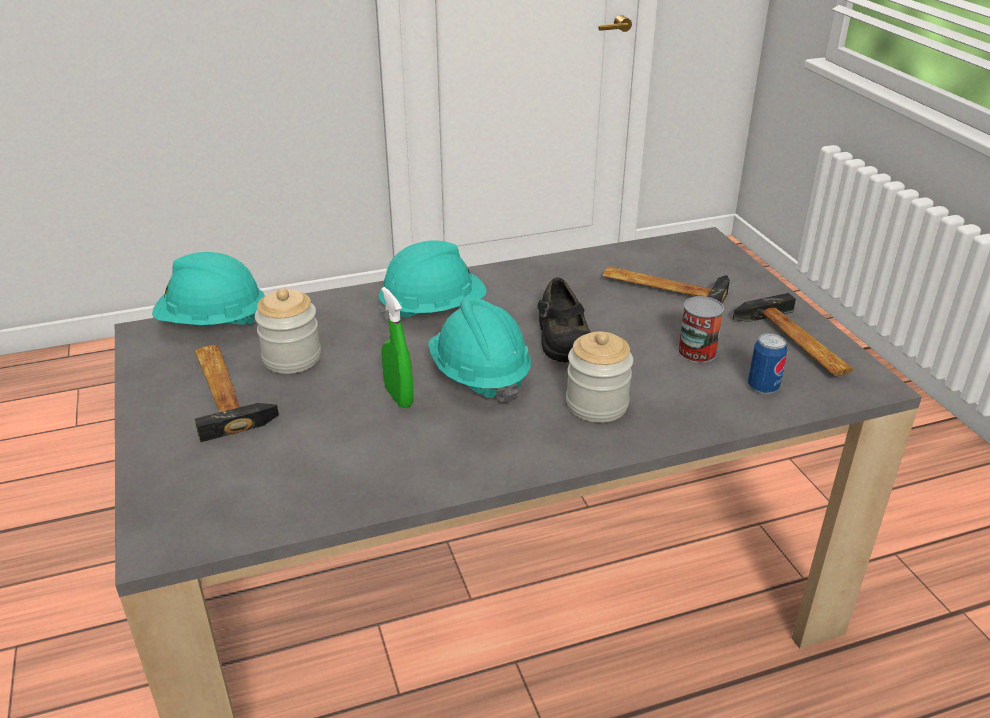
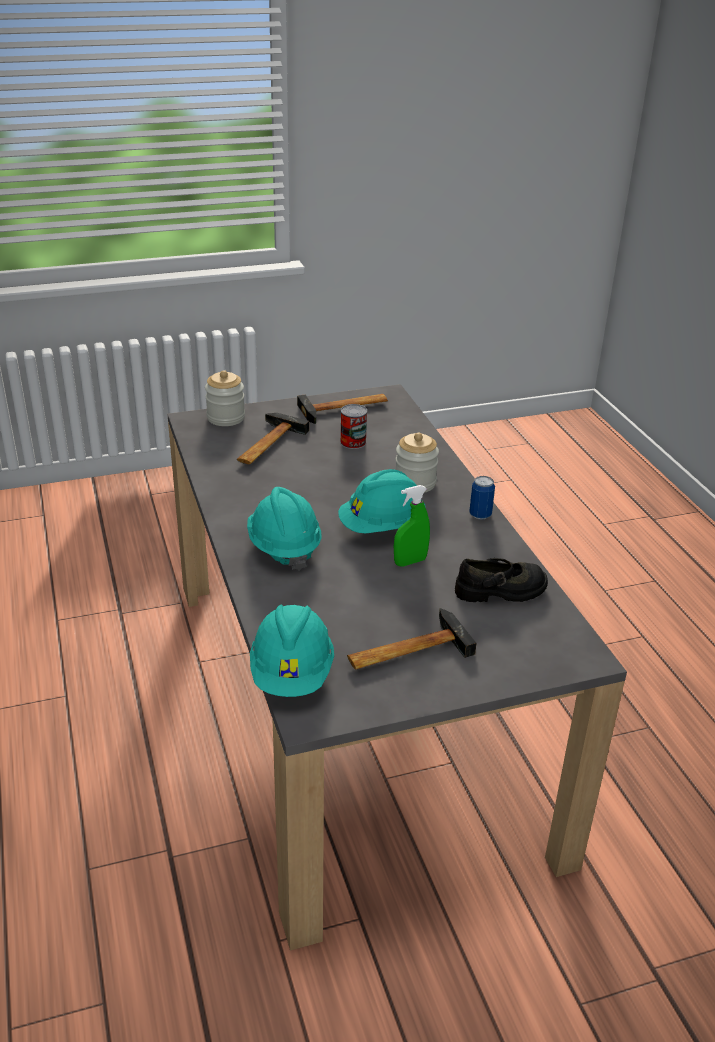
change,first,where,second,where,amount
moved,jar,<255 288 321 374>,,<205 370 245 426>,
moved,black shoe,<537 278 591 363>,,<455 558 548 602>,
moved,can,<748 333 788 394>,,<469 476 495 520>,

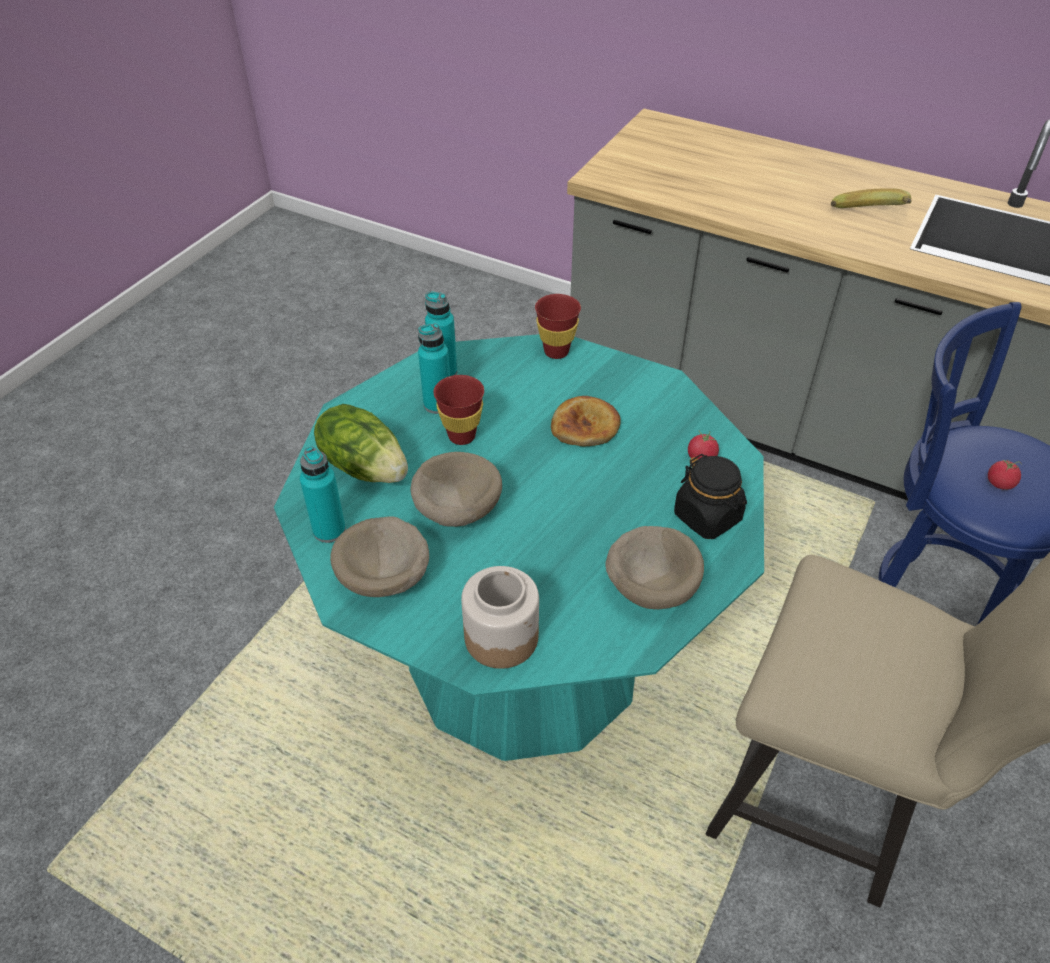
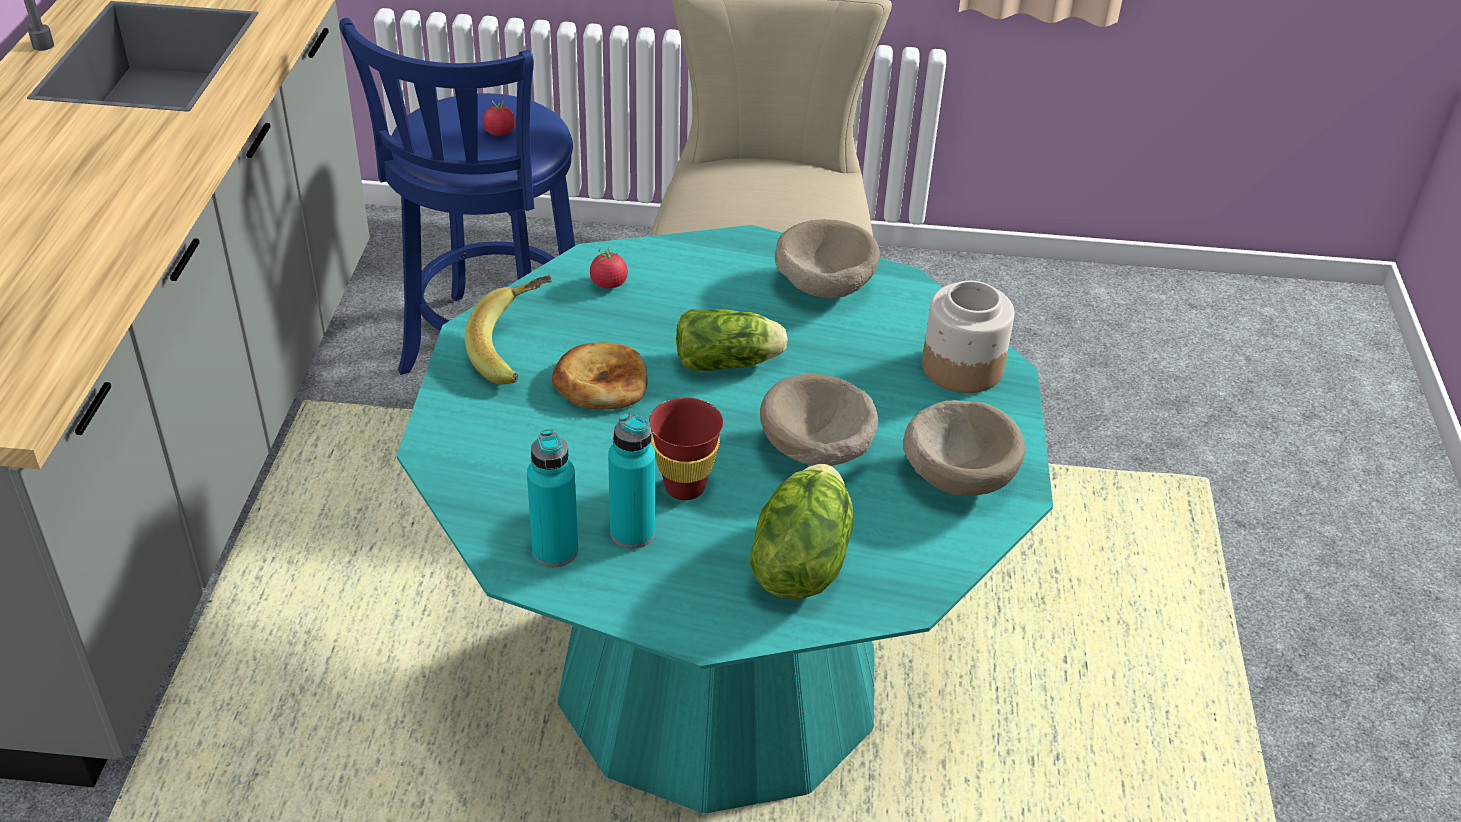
change,first,where,second,where,amount
removed,turquoise bottle,<300 447 346 543>,,,
removed,red cup,<535 294 581 359>,,,
removed,black jar,<674 454 747 539>,,,
moved,banana,<831 188 912 208>,,<465 275 552 384>,
added,,,lettuce,<676 309 788 371>,

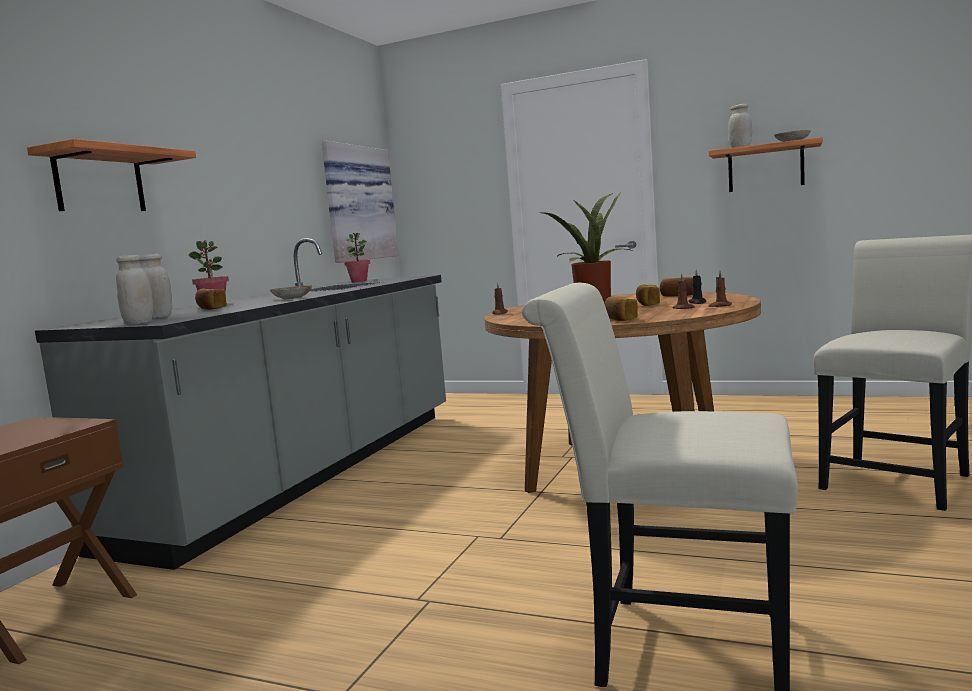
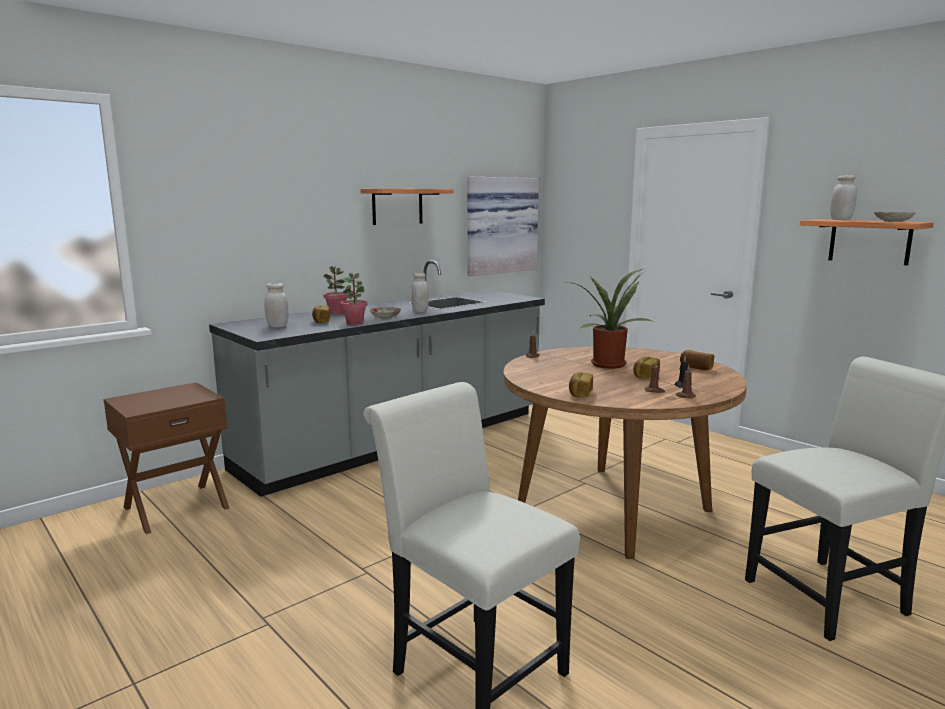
change,first,where,second,where,amount
moved,shelf,<27 139 196 211>,,<361 189 454 225>,
moved,white jar,<116 255 153 325>,,<411 272 429 312>,
moved,potted plant,<344 233 370 282>,,<340 273 368 325>,

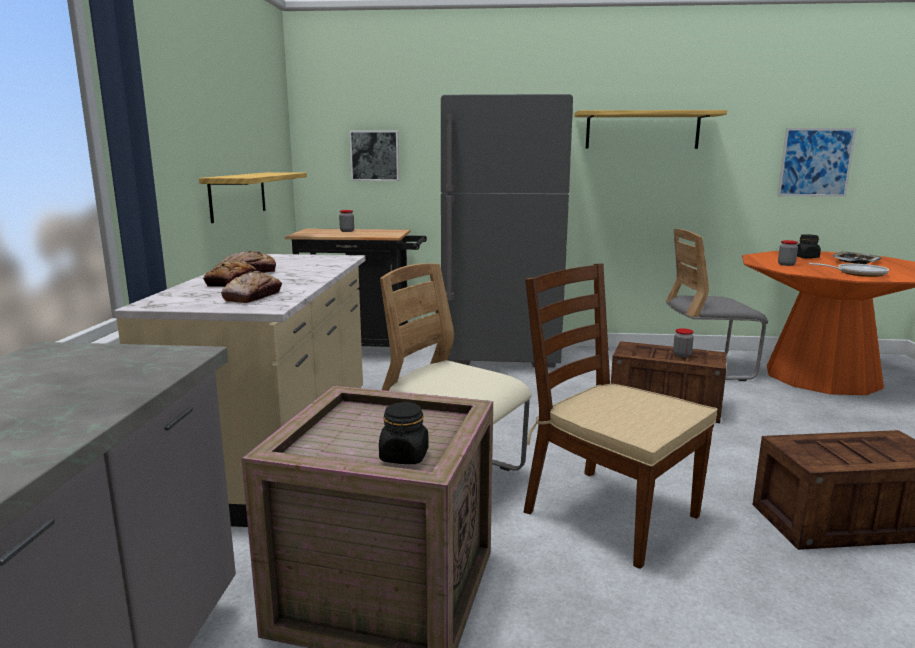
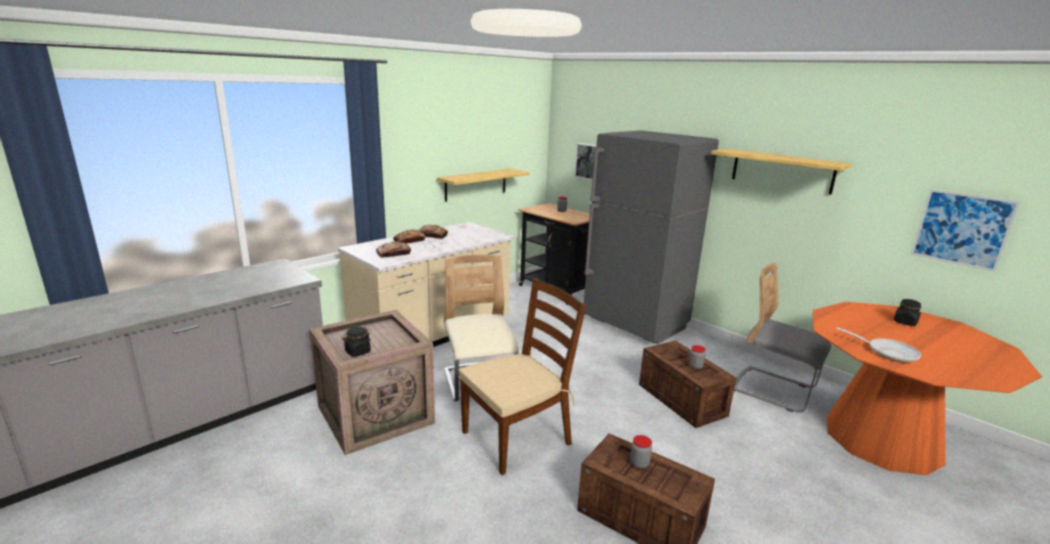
change,first,where,second,where,amount
turned,brown chair,<523 263 718 569>,,<459 278 586 475>,60 degrees clockwise
moved,jar,<778 240 798 266>,,<630 435 652 469>,
removed,tray,<832 251 881 264>,,,

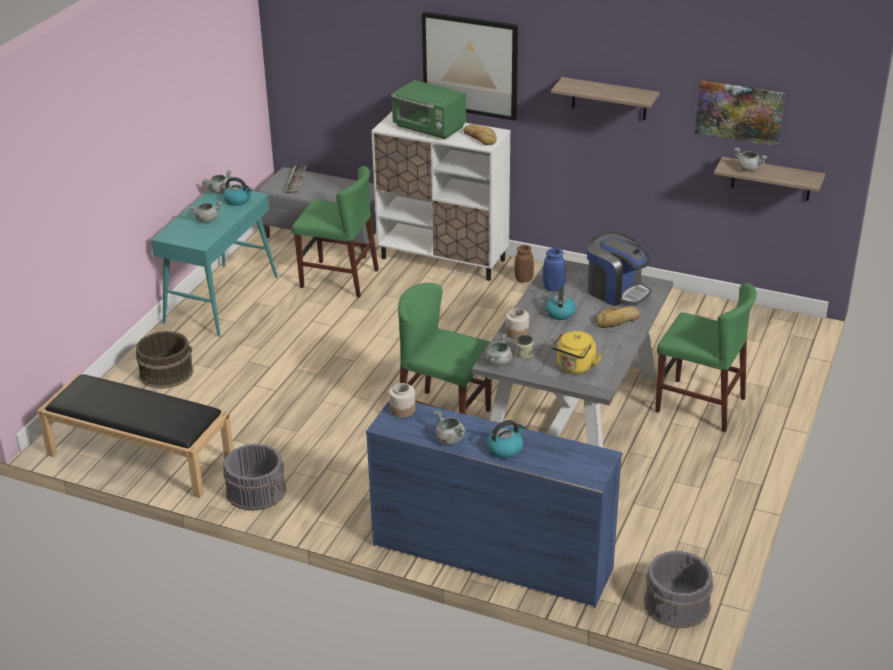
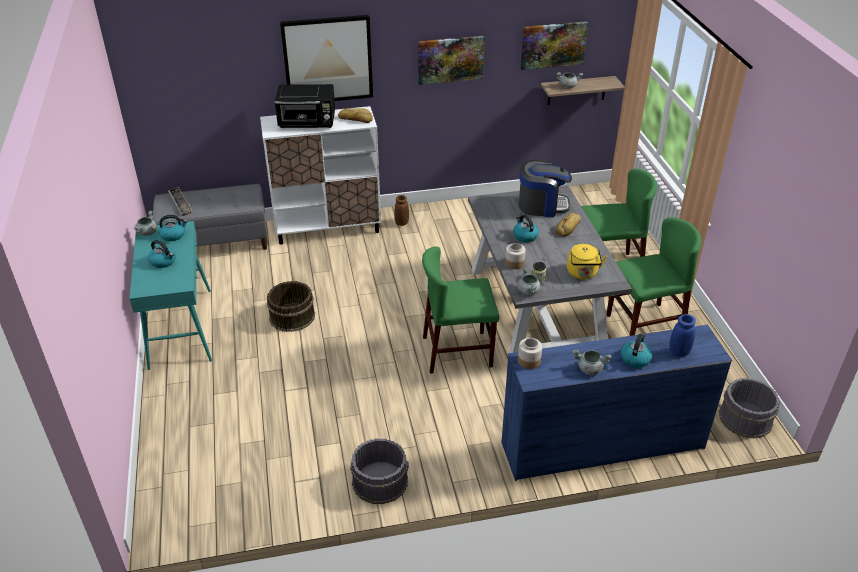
change,first,where,second,where,amount
removed,black bench,<37 374 234 498>,,,
moved,brown bucket,<136 331 193 389>,,<267 281 315 332>,
replaced,grey cooking pot,<189 201 222 223>,kettle,<148 240 176 268>,
moved,green chair,<292 166 379 298>,,<606 217 701 336>,
recoloured,green microwave,<391 80 466 139>,black microwave,<275 84 335 128>,
moved,blue vase,<542 248 566 291>,,<669 314 696 357>,
replaced,shelf,<551 77 660 120>,picture,<418 36 485 85>,

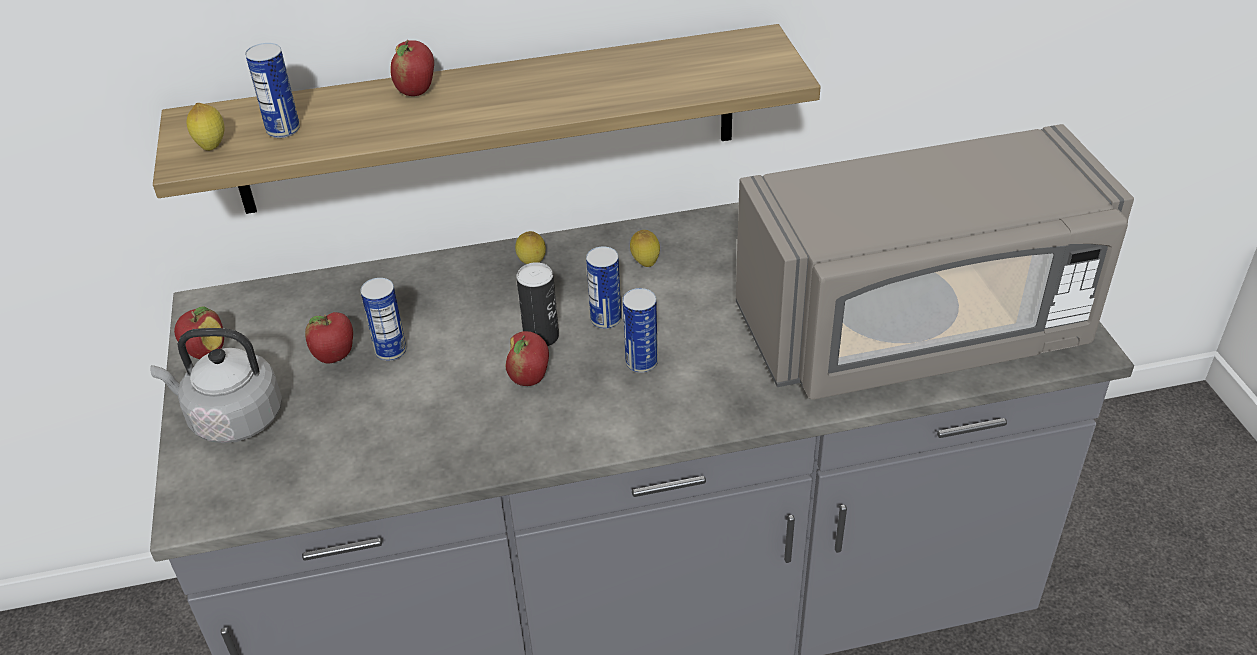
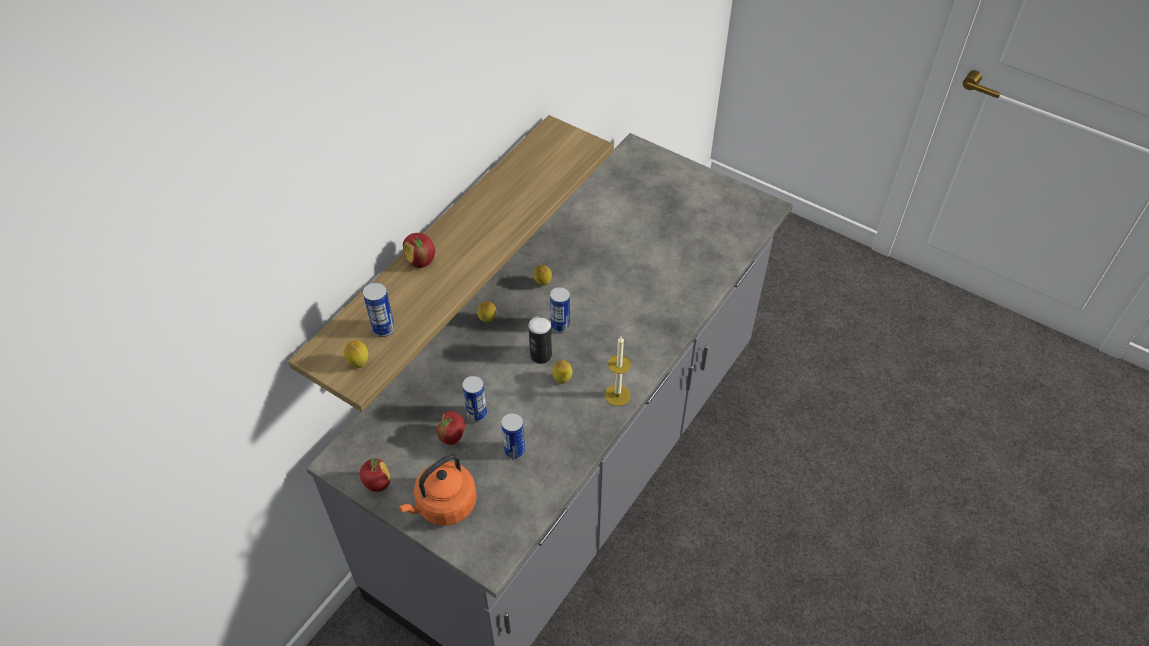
change,first,where,second,where,amount
recoloured,grey kettle,<150 328 282 443>,orange kettle,<399 454 477 526>,
replaced,apple,<506 331 549 386>,lemon,<552 360 572 384>,
moved,can,<623 288 658 373>,,<501 413 525 460>,
removed,grey microwave,<736 124 1134 400>,,,
added,,,candle,<605 336 631 406>,

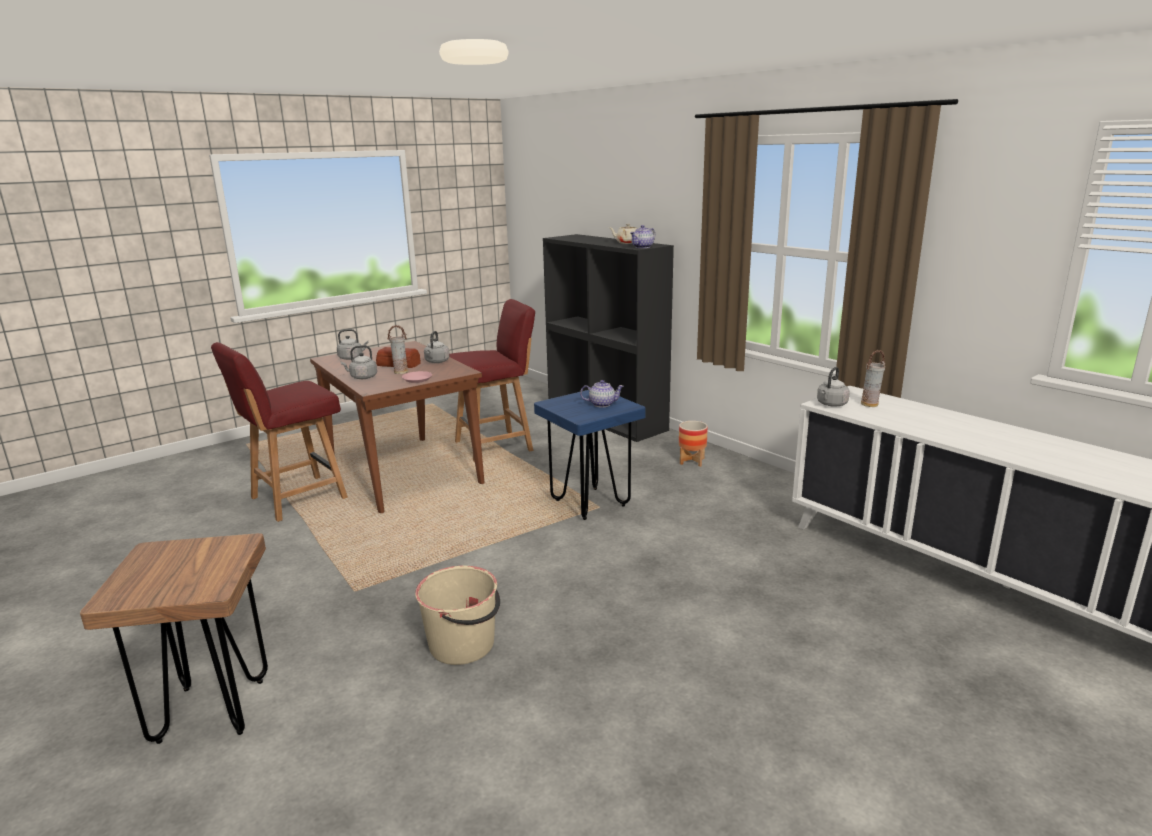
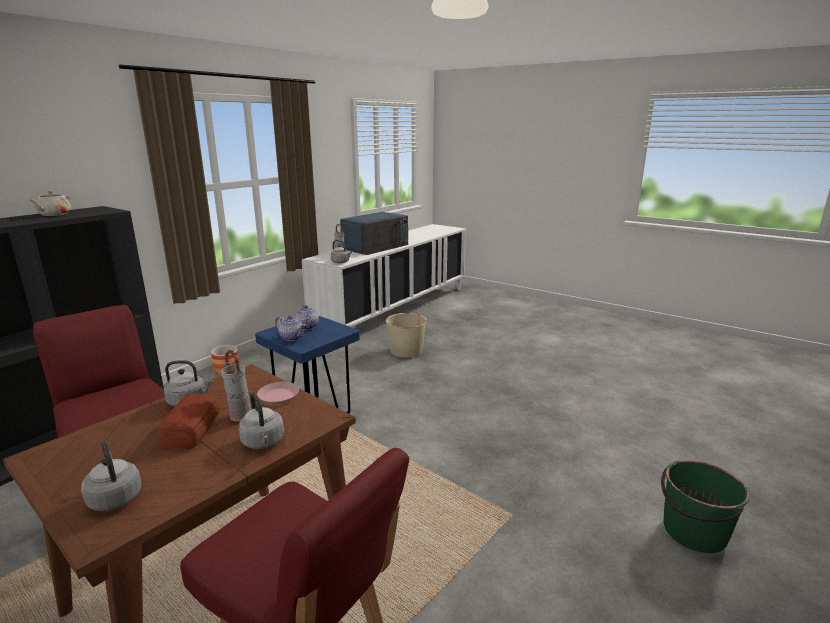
change,first,where,second,where,amount
replaced,brown stool,<80 533 268 744>,green bucket,<661 460 750 553>,
moved,beige bucket,<415 566 500 665>,,<384 313 428 358>,
moved,teapot,<630 225 655 248>,,<275 315 306 341>,
added,,,blue microwave,<340 212 408 255>,

